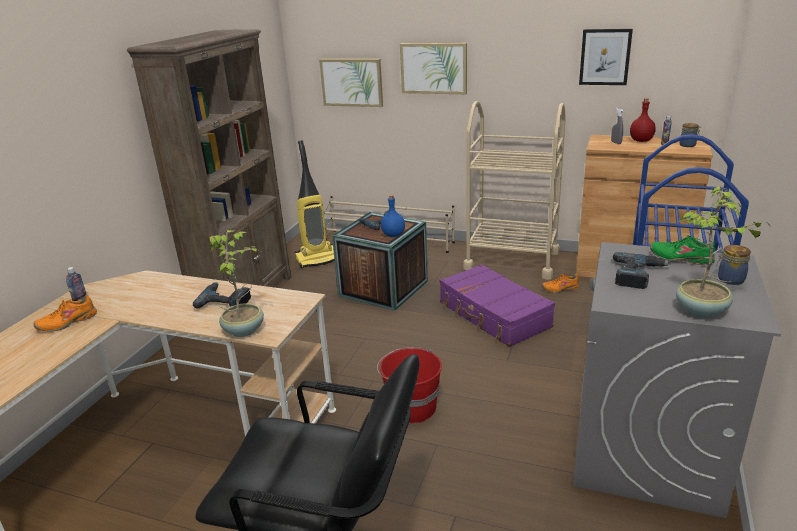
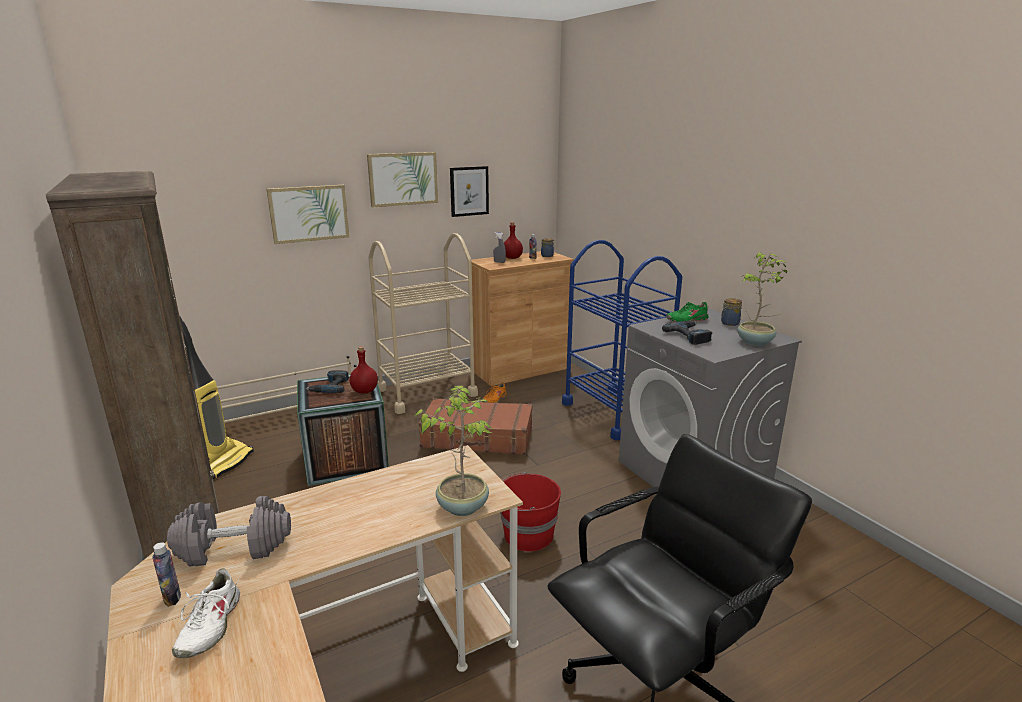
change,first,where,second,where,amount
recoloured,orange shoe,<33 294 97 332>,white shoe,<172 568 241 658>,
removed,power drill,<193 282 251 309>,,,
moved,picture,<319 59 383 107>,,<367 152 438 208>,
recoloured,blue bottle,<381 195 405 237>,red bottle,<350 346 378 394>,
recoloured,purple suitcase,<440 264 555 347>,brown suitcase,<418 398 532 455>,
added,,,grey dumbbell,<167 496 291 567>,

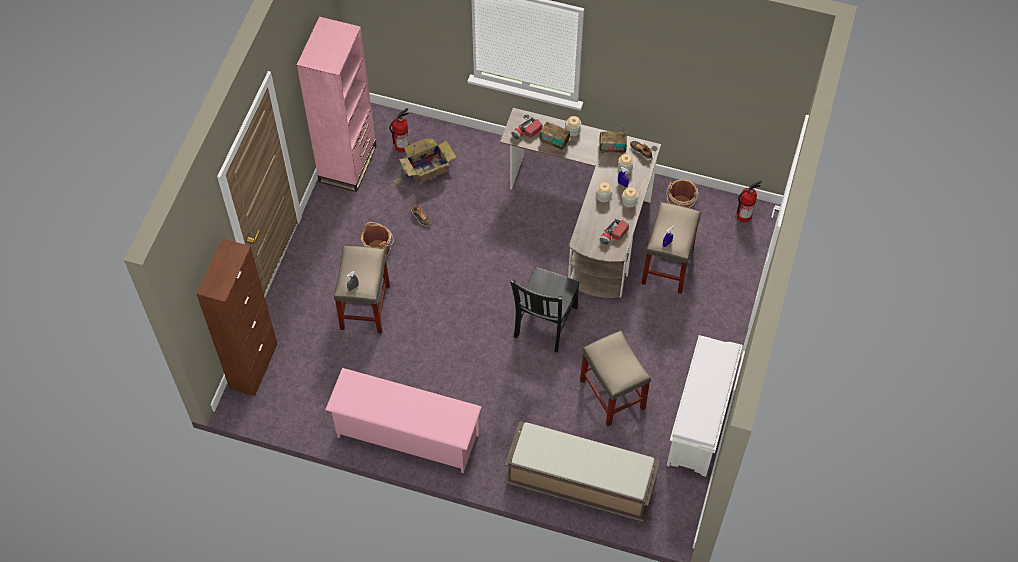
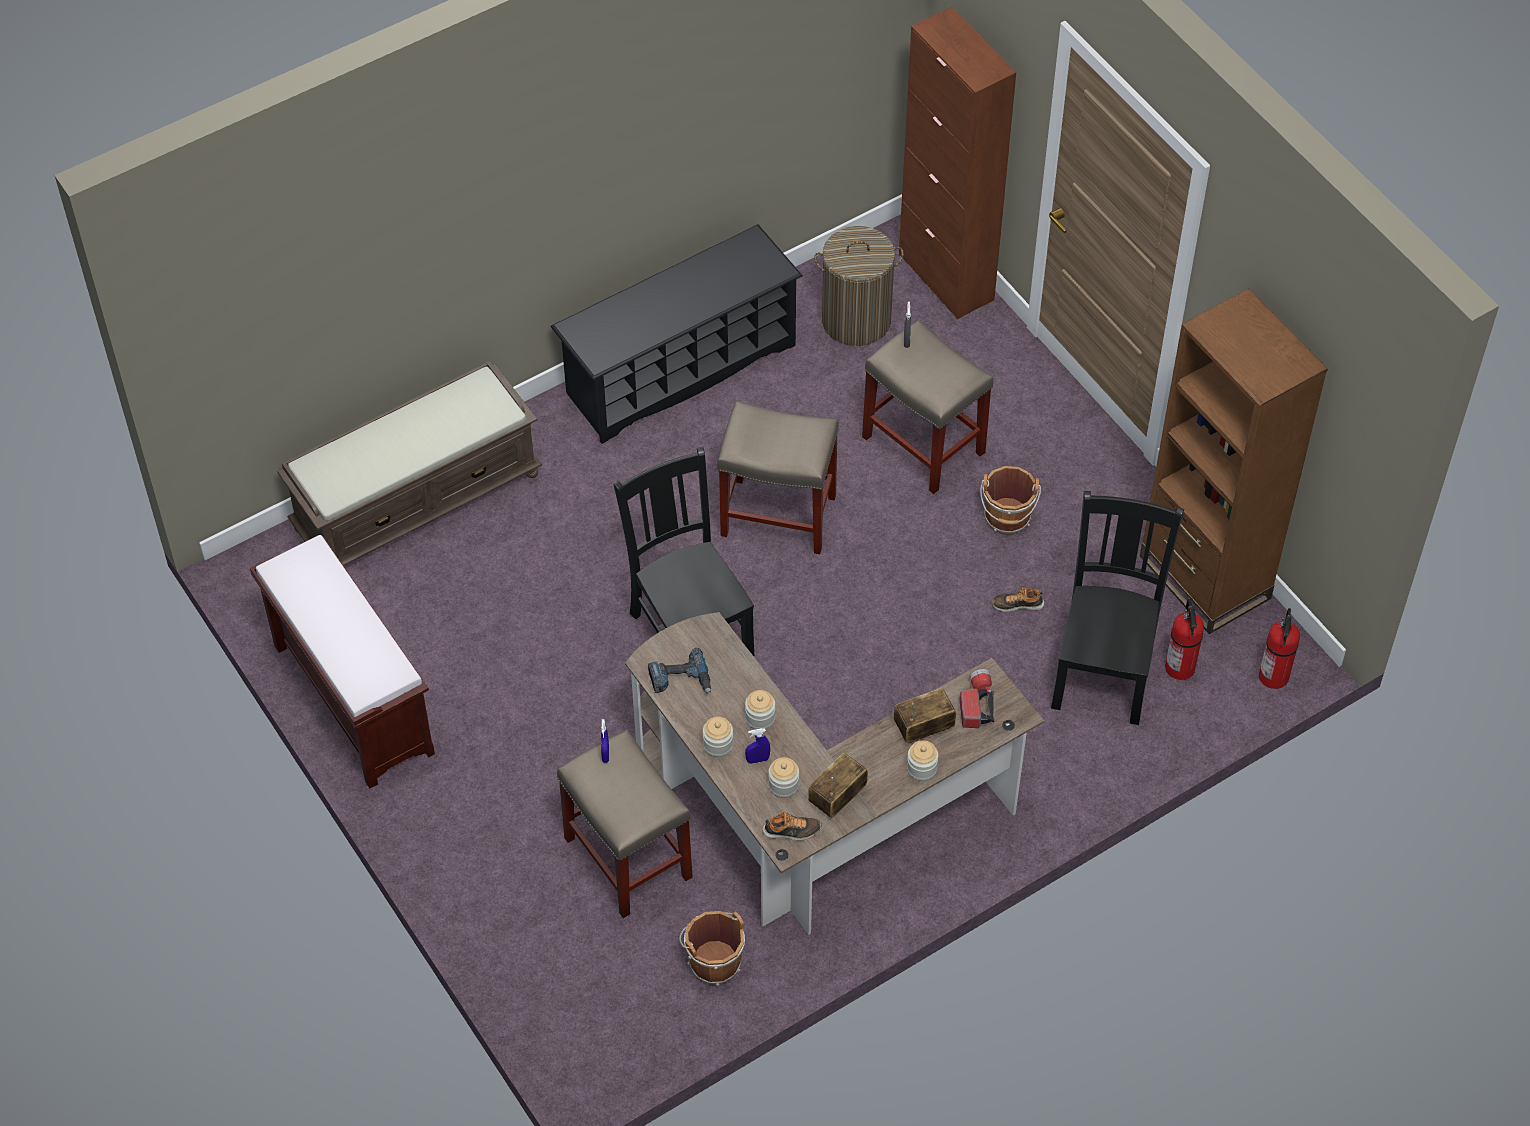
change,first,where,second,where,amount
recoloured,pink bookcase,<297 17 376 192>,brown bookcase,<1140 289 1328 634>,
recoloured,pink shoe rack,<325 368 482 473>,black shoe rack,<550 224 803 444>,
replaced,cardboard box,<393 138 456 185>,black chair,<1051 491 1184 725>,
moved,beige stool,<580 330 651 427>,,<717 401 839 554>,
replaced,flashlight,<599 218 629 245>,power drill,<648 648 711 695>,
recoloured,white bench,<667 335 743 477>,brown bench,<250 535 435 789>,
moved,fire extinguisher,<736 180 762 222>,,<1259 608 1300 689>,
added,,,laundry basket,<814 226 903 346>,

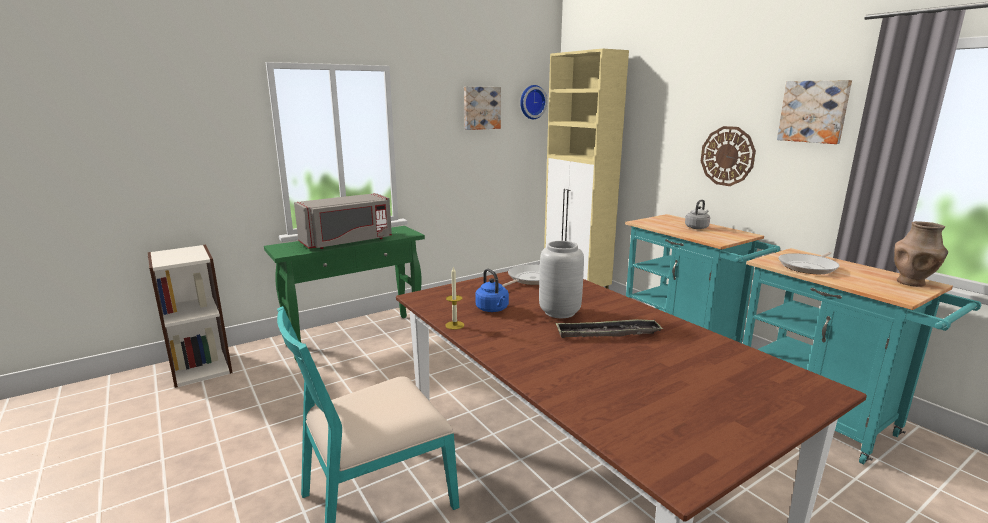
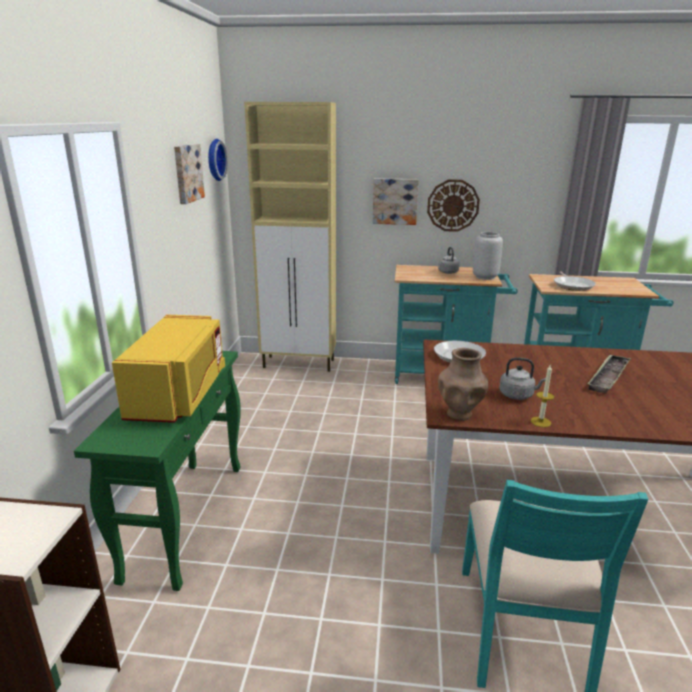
change,first,where,second,where,amount
recoloured,grey microwave,<294 193 392 249>,yellow microwave,<112 315 225 423>,
recoloured,blue kettle,<475 269 509 312>,grey kettle,<499 357 546 400>,
moved,grey vase,<539 241 584 318>,,<473 232 503 280>,
moved,picture,<777 80 852 144>,,<373 178 419 225>,
moved,brown vase,<894 221 948 287>,,<438 348 488 421>,

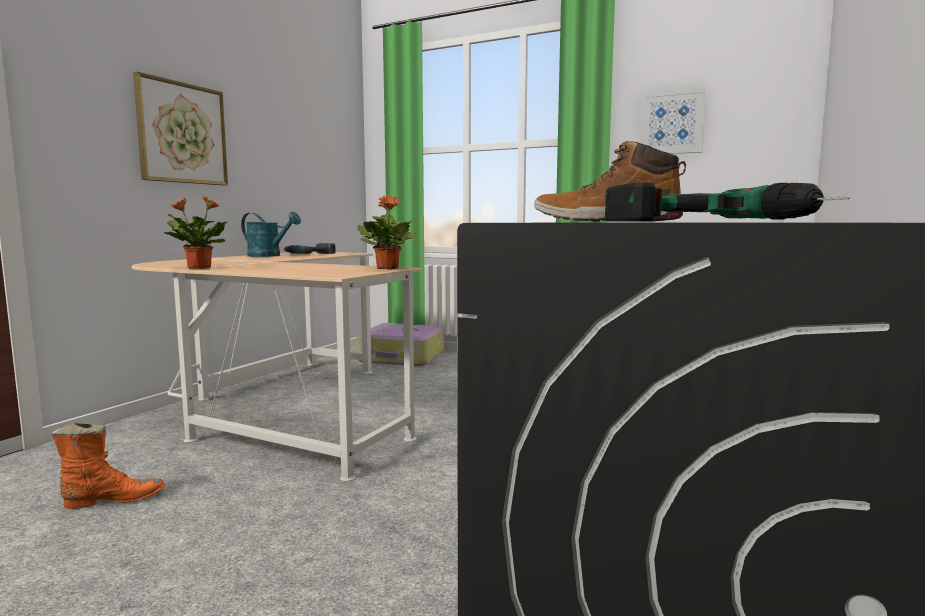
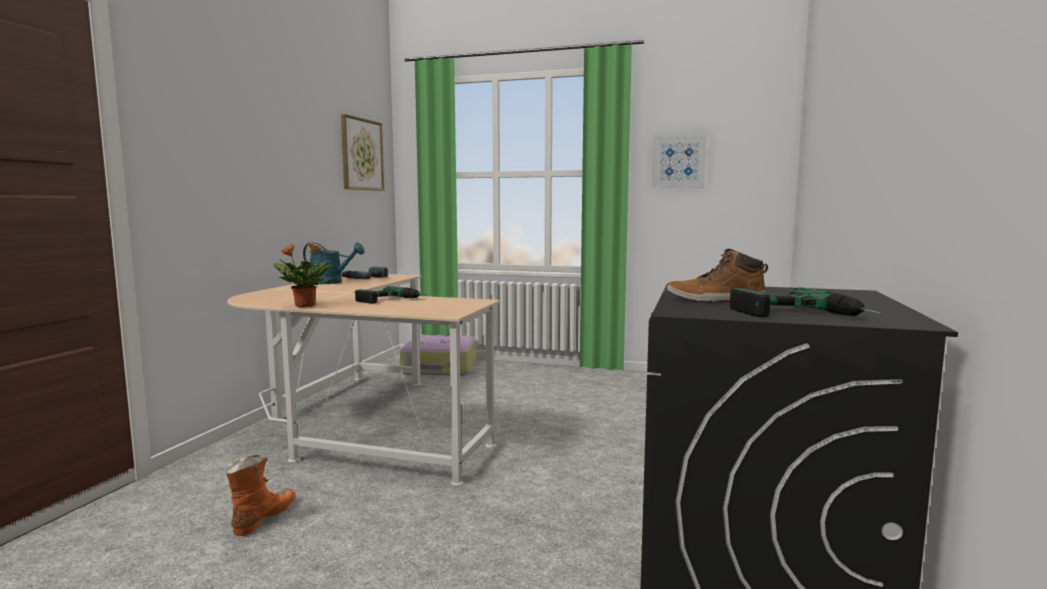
change,first,where,second,where,amount
turned,orange boot,<51 422 166 509>,,<226 454 296 536>,45 degrees counterclockwise
moved,picture,<133 72 228 186>,,<341 114 384 191>,
removed,potted plant,<357 195 416 270>,,,
added,,,power drill,<355 286 427 304>,

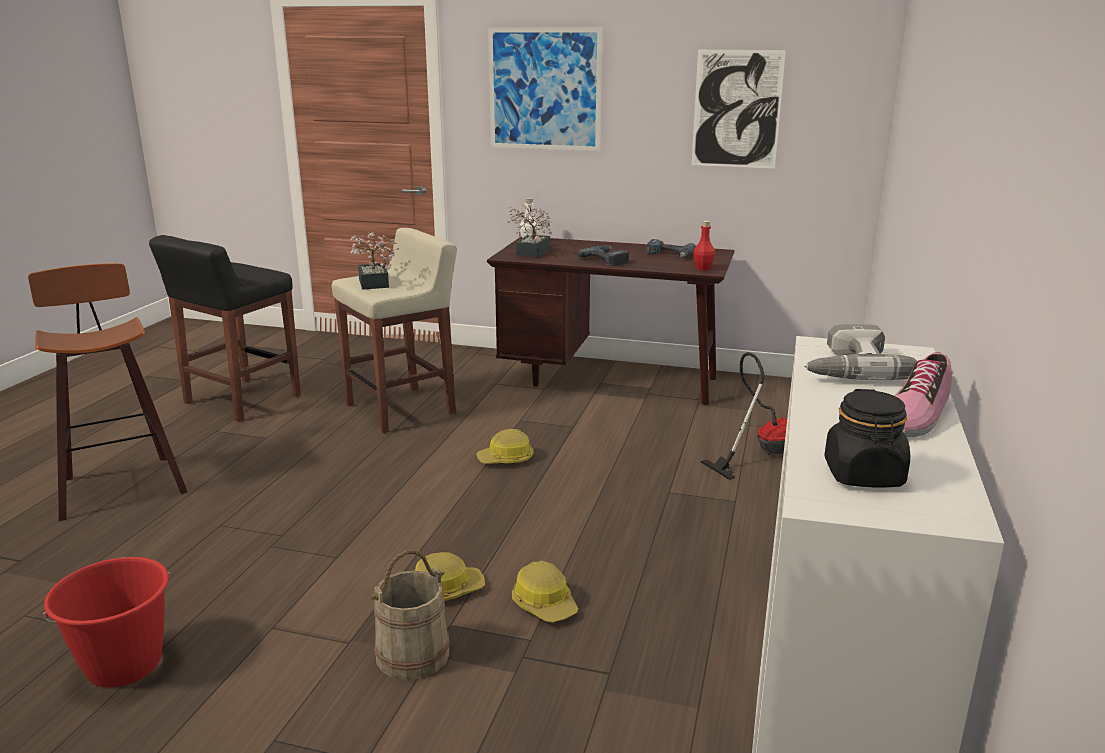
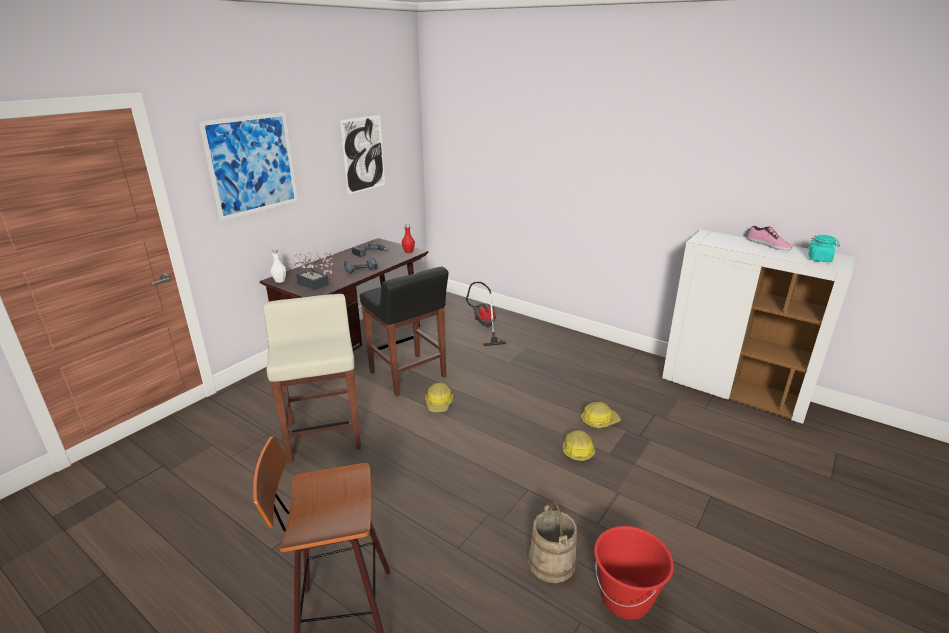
change,first,where,second,where,amount
moved,black stool,<149 235 301 421>,,<360 266 449 396>,
removed,potted plant,<350 232 399 290>,,,
moved,beige bucket,<370 550 450 680>,,<528 501 577 583>,
removed,power drill,<804 324 917 380>,,,
recoloured,black jar,<824 389 910 488>,turquoise jar,<807 235 840 262>,

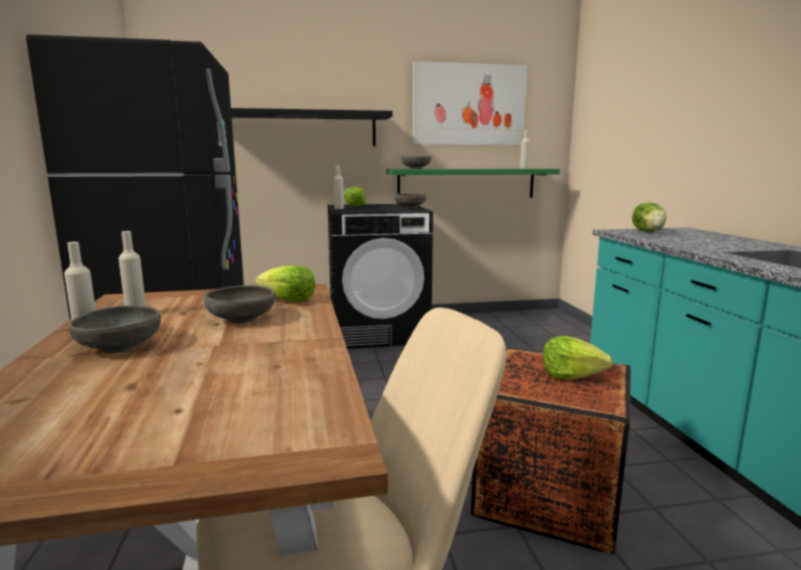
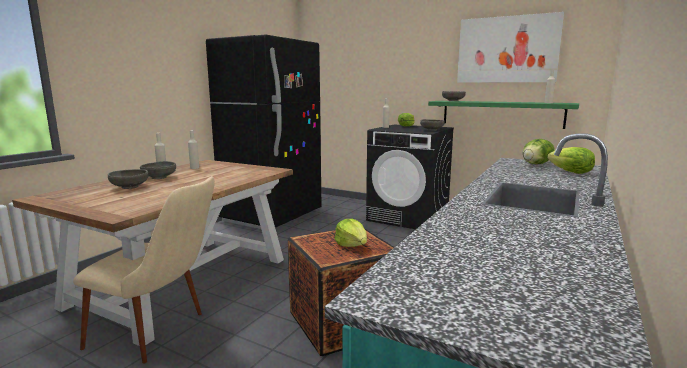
change,first,where,second,where,amount
moved,grey bowl,<204 285 275 324>,,<108 169 148 189>,
removed,black shelf,<231 108 393 146>,,,
moved,lettuce,<255 265 316 302>,,<547 147 595 174>,

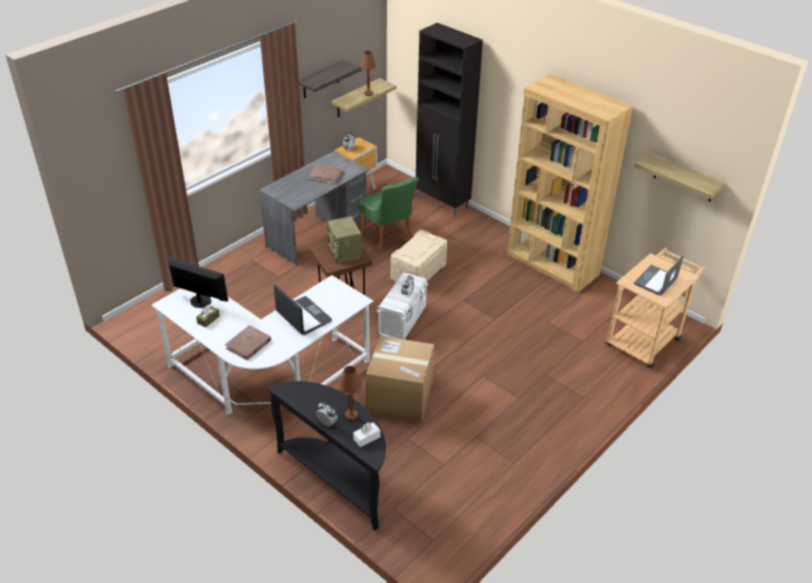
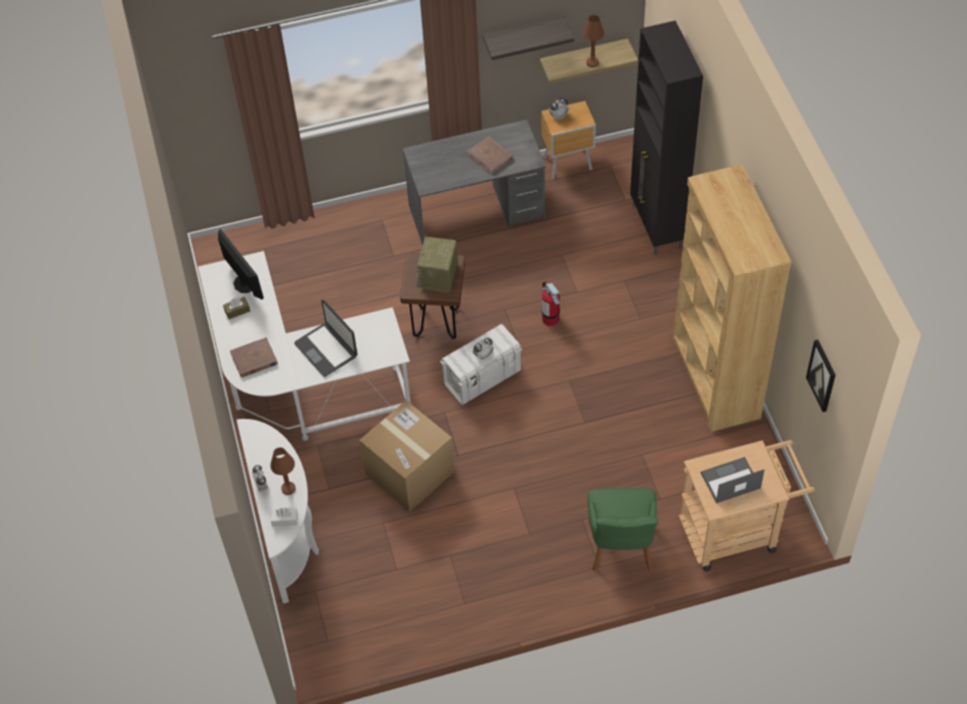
change,first,where,second,where,amount
recoloured,black console table,<267 381 386 531>,white console table,<237 419 319 603>,
turned,laptop,<274 284 332 335>,,<294 299 358 377>,150 degrees clockwise
moved,green chair,<358 177 419 252>,,<588 488 658 571>,
replaced,beige storage box,<391 230 447 282>,fire extinguisher,<541 281 560 326>,
replaced,shelf,<635 153 726 202>,picture,<806 340 836 412>,

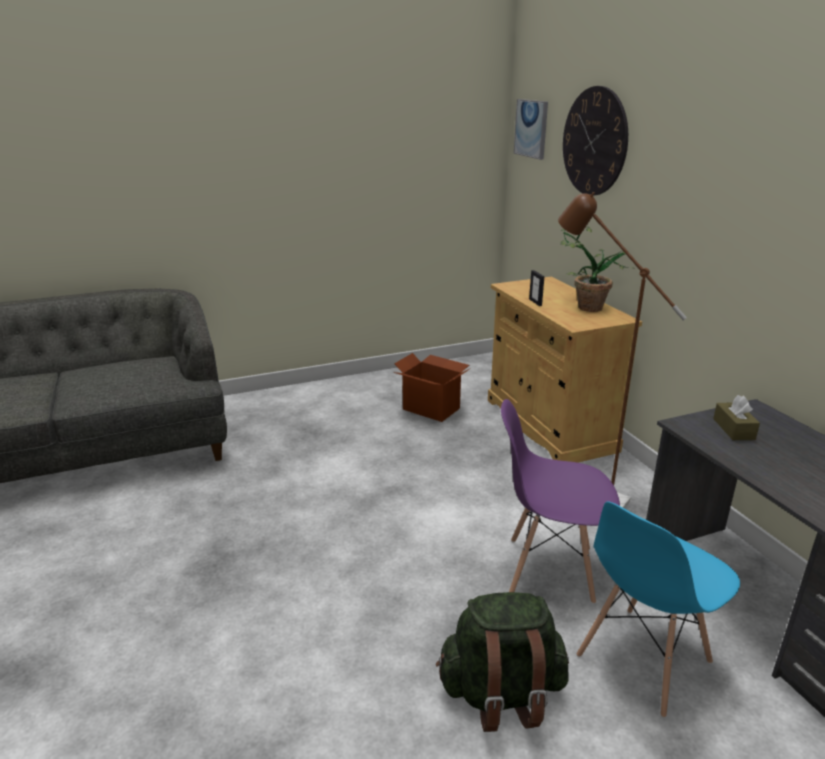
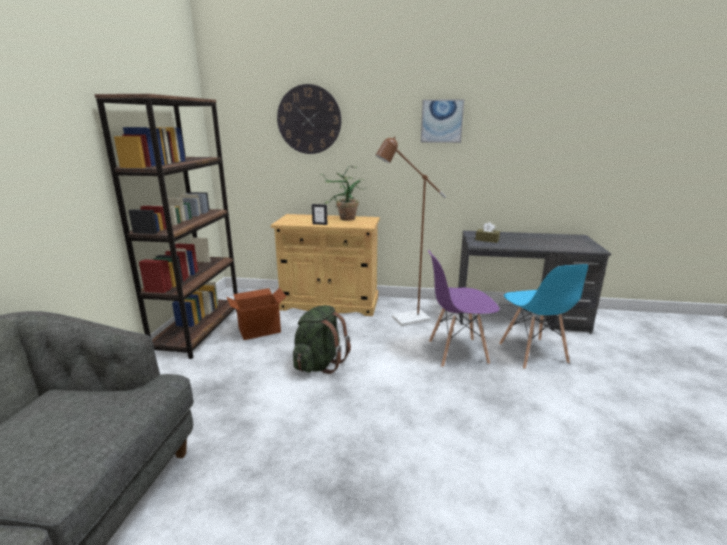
change,first,where,second,where,amount
moved,green backpack,<436 592 569 732>,,<293 305 351 374>,
turned,purple chair,<501 399 620 604>,,<428 250 500 367>,45 degrees clockwise
moved,picture,<514 99 548 160>,,<421 99 464 143>,
added,,,brown bookcase,<94 94 238 359>,

